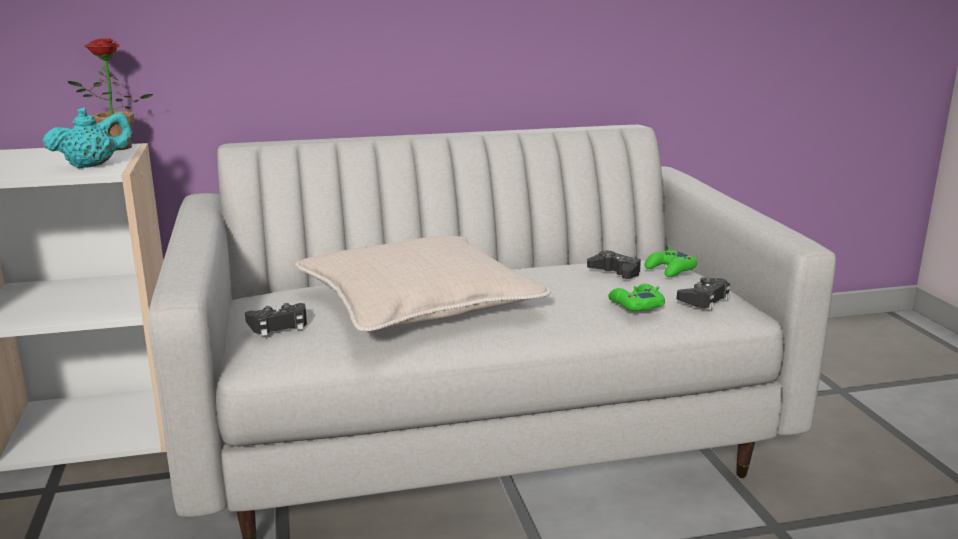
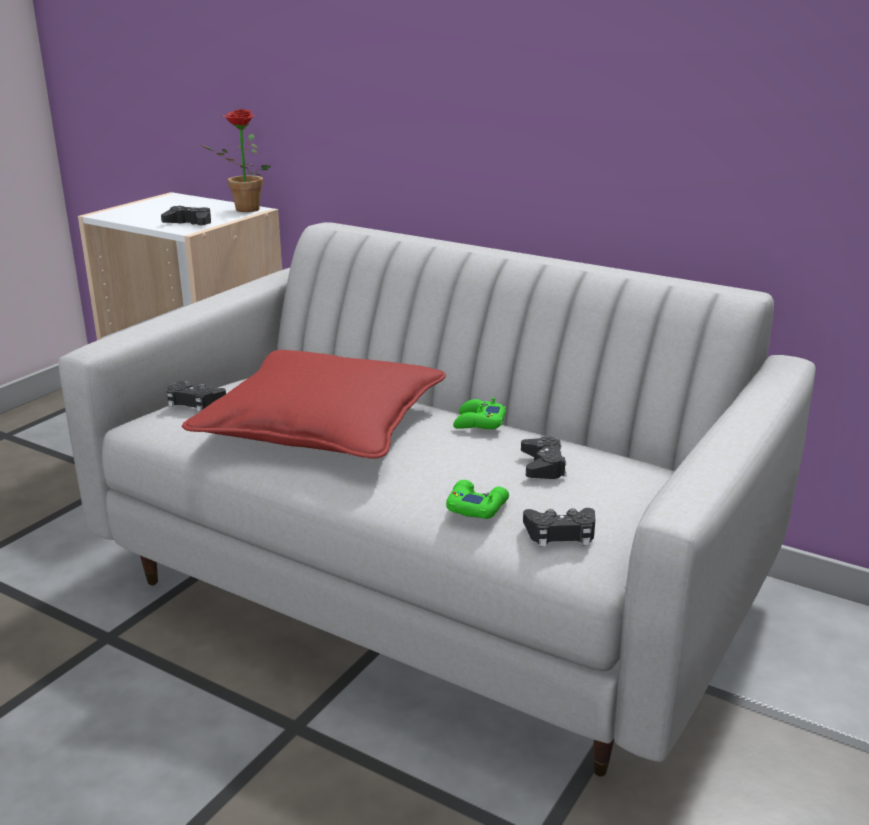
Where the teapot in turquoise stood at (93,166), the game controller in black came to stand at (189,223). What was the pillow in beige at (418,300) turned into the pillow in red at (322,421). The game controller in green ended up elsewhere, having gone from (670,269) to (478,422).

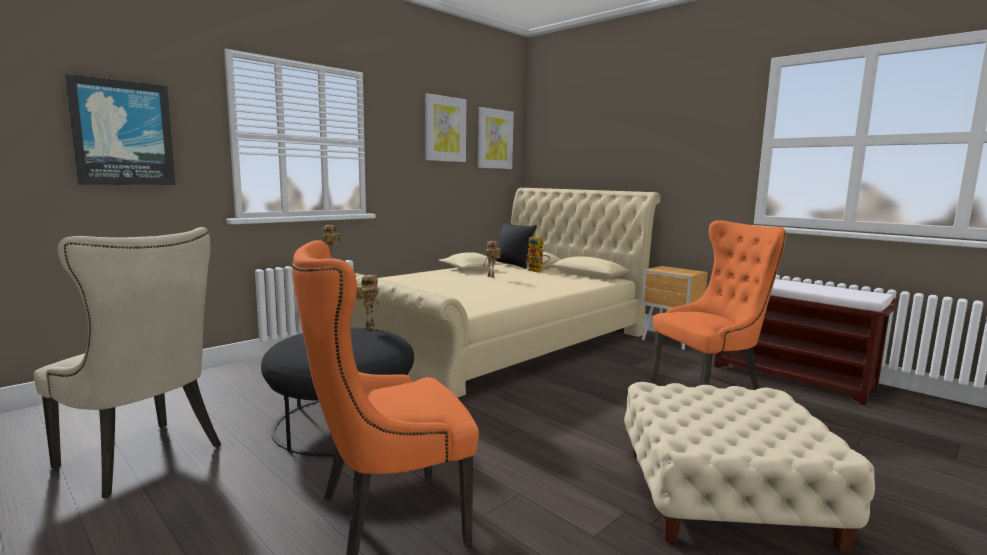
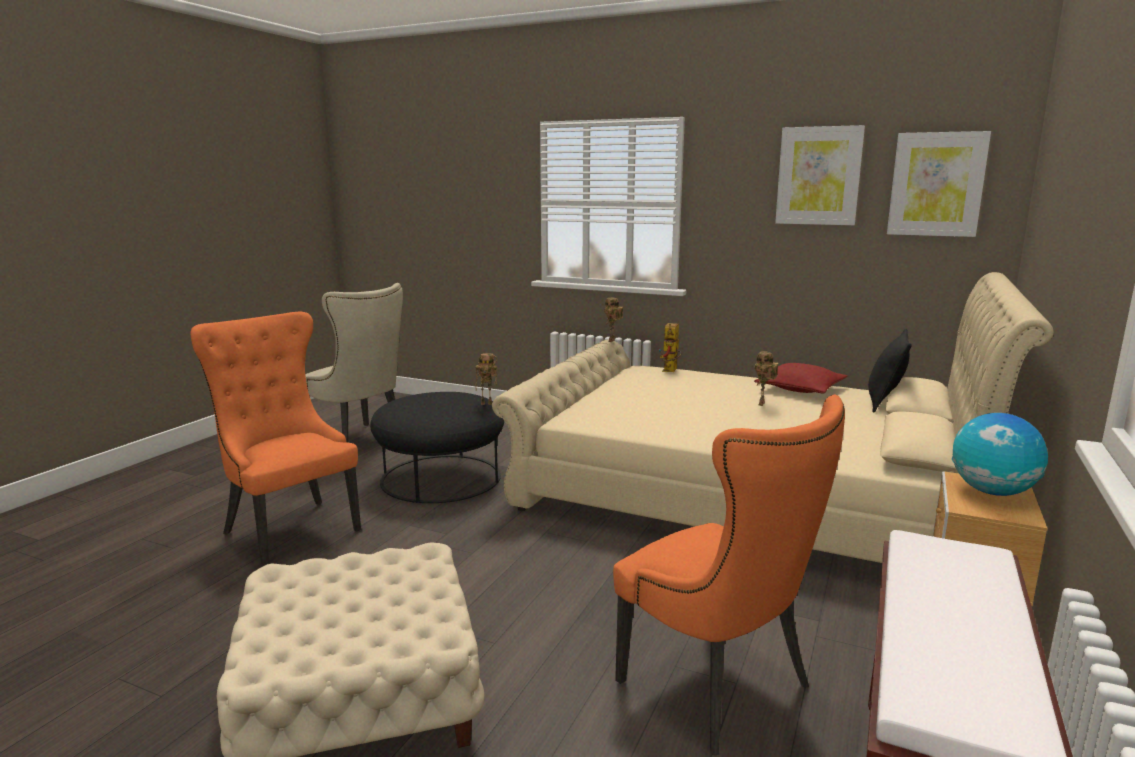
The second view lost the picture at (123,133). The chair in beige at (142,458) ended up facing another way, 60 degrees counterclockwise from before. The toy robot ended up elsewhere, having gone from (538,271) to (670,371). What was the pillow in beige at (470,269) turned into the pillow in red at (800,389). The second view gained the globe at (992,492).

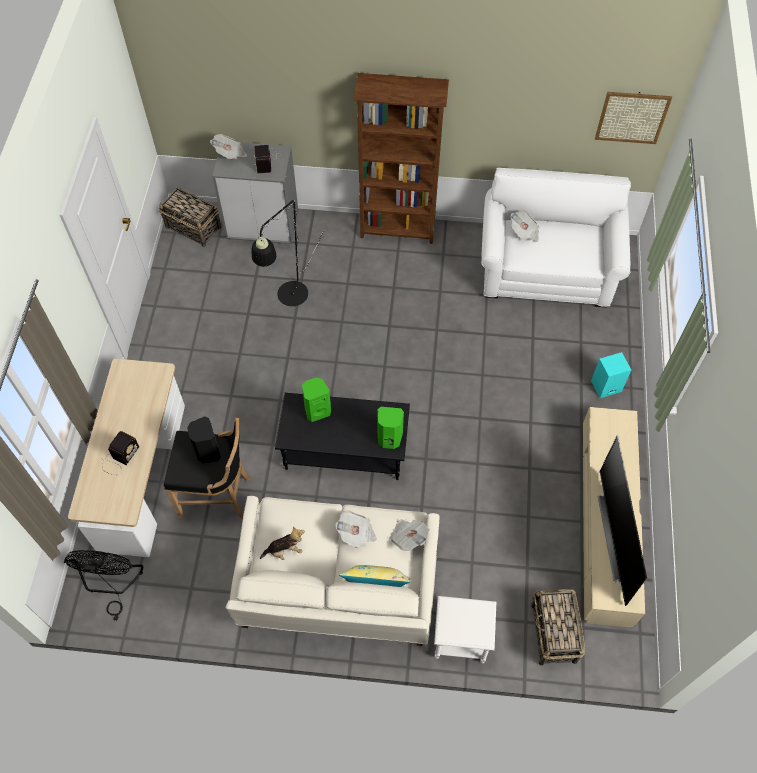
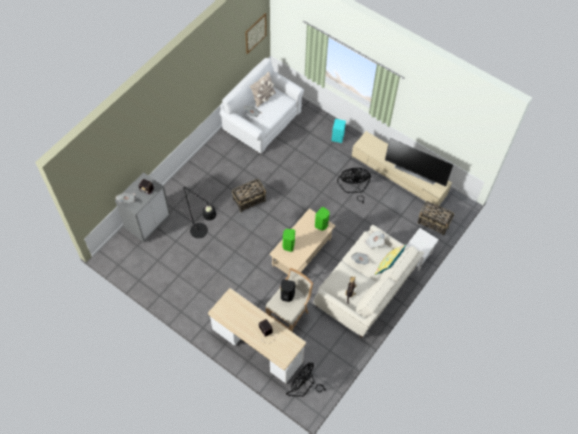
The second view lost the bookcase in brown at (398,230). The basket ended up elsewhere, having gone from (194,227) to (249,200). What was the coffee table in black at (344,452) turned into the coffee table in beige at (302,254). What was the stool in black at (218,495) turned into the stool in beige at (289,317). The second view gained the pillow in beige at (263,98). The second view gained the fan in black at (354,188).

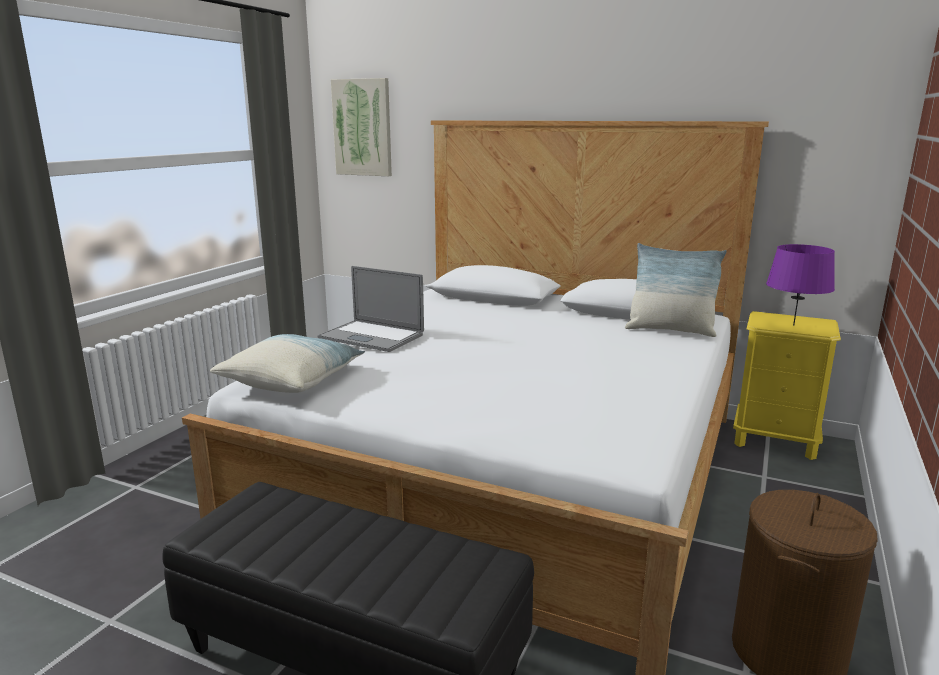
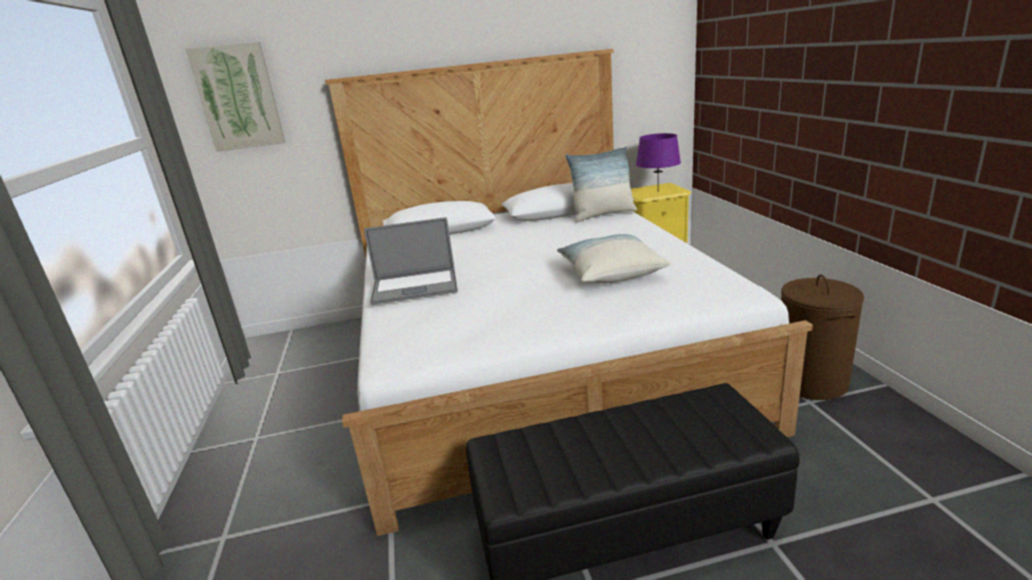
The pillow ended up elsewhere, having gone from (292,380) to (610,273).

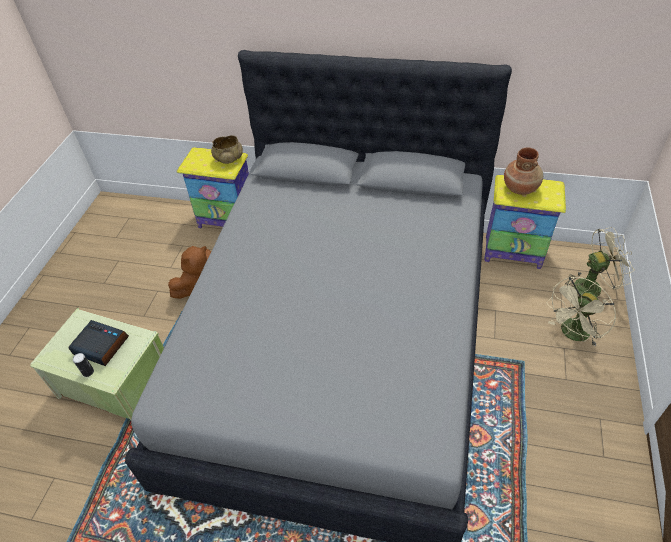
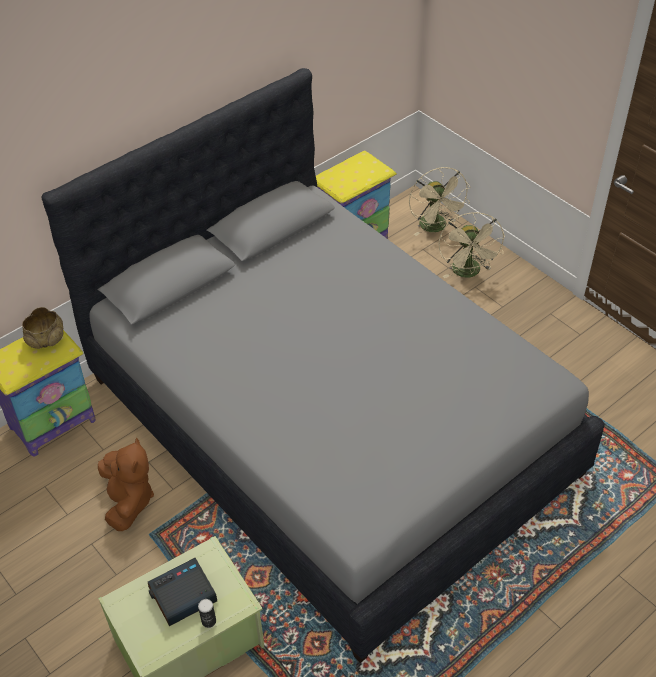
The second view lost the vase in brown at (520,188). The fan in beige at (592,286) ended up facing another way, 135 degrees clockwise from before.

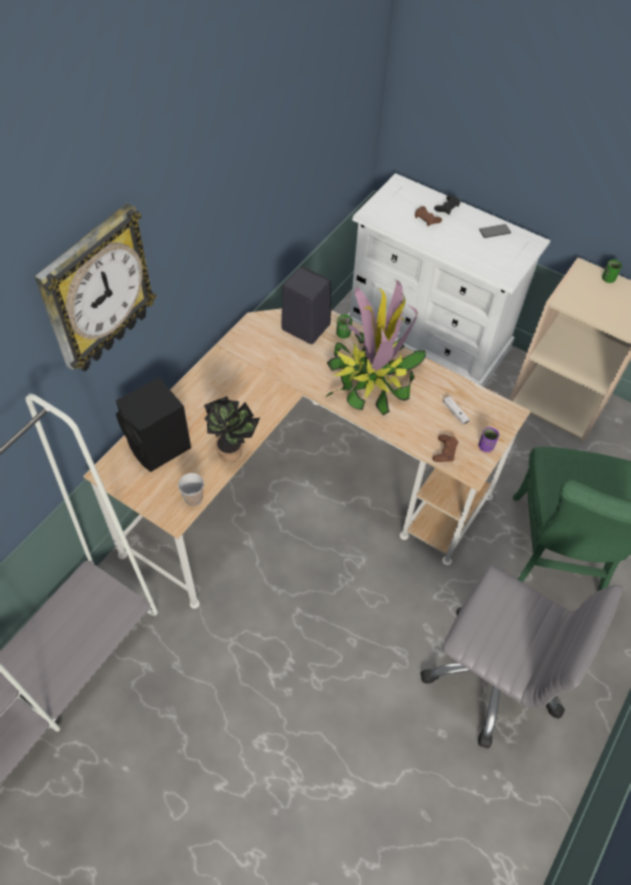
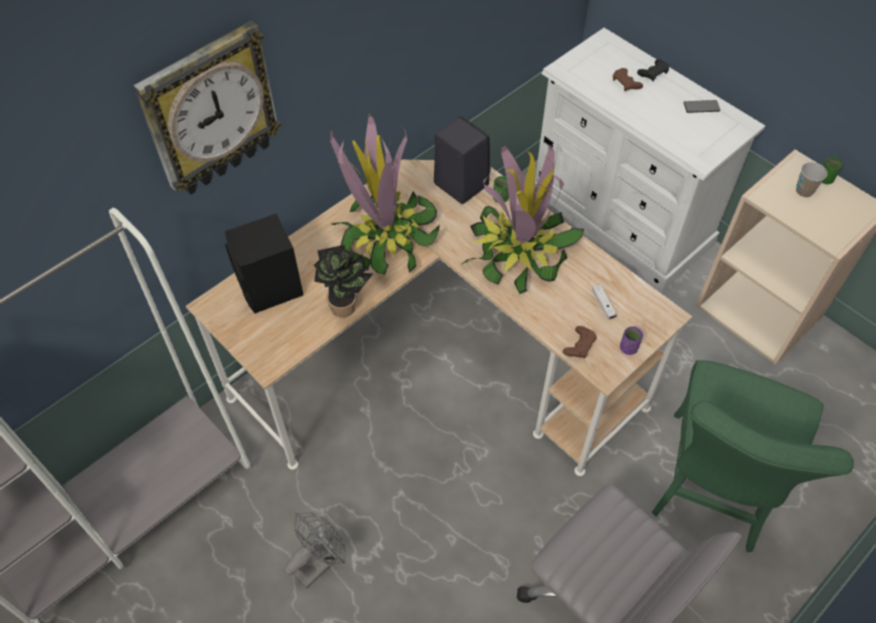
The cup ended up elsewhere, having gone from (193,499) to (804,191). The second view gained the potted plant at (385,236). The second view gained the fan in grey at (319,562).

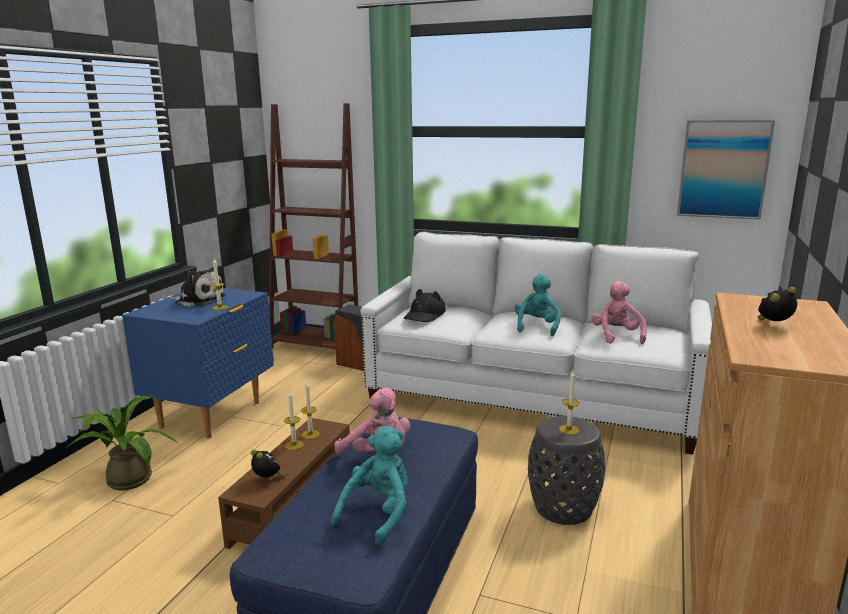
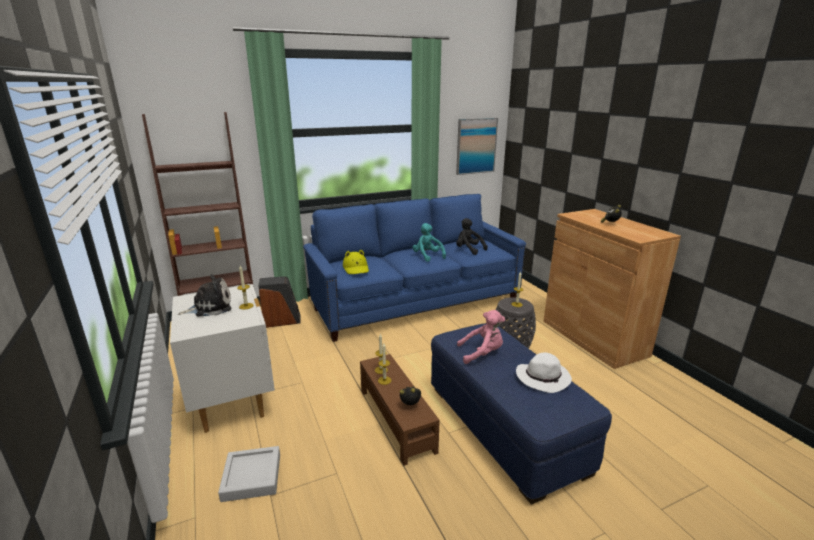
What was the sofa in white at (532,399) turned into the sofa in blue at (415,302). What was the plush toy in pink at (616,336) turned into the plush toy in black at (468,250). What was the nightstand in blue at (212,415) turned into the nightstand in white at (233,401). What was the hat in black at (424,315) turned into the hat in yellow at (356,268). Where the potted plant stood at (126,479), the tray in grey came to stand at (252,477). Where the plush toy in turquoise stood at (379,514), the hat in white came to stand at (543,378).

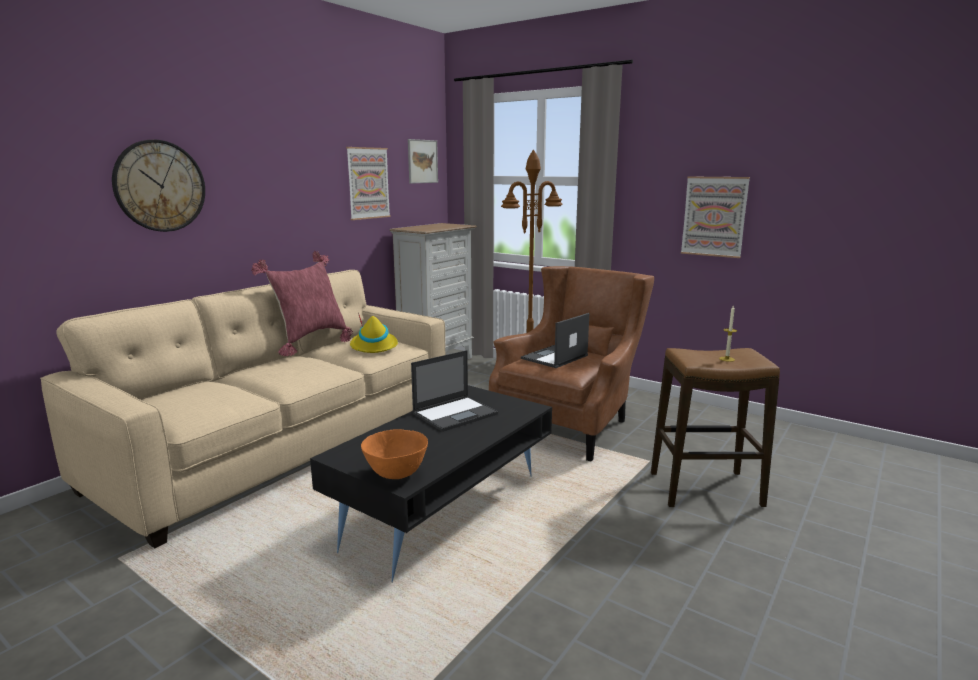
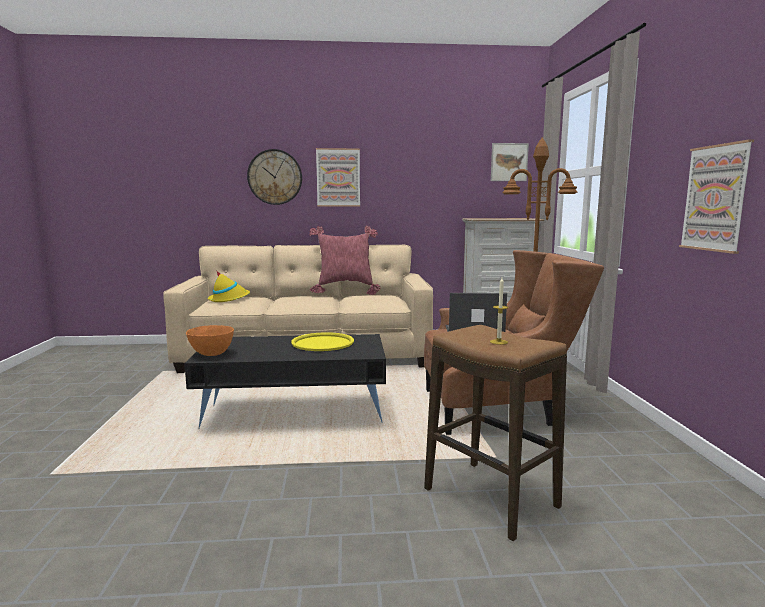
The picture ended up elsewhere, having gone from (368,183) to (338,177). The hat in yellow ended up elsewhere, having gone from (373,346) to (229,299). Where the laptop stood at (455,413), the tray in yellow came to stand at (322,343).

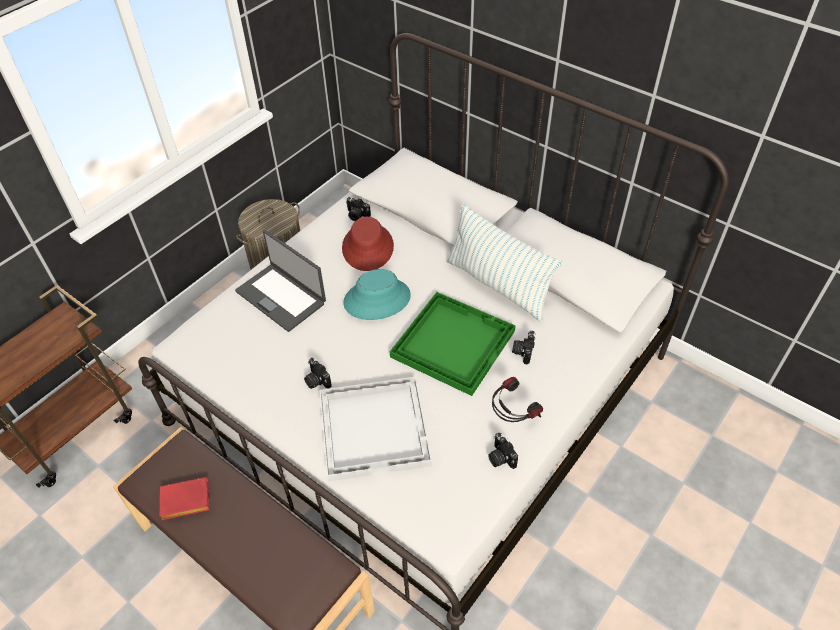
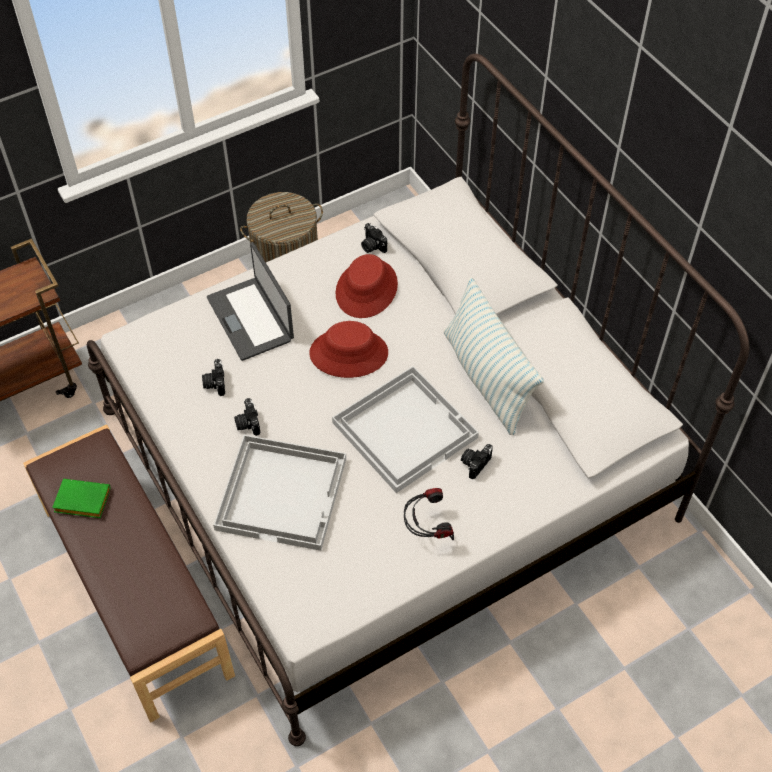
What was the hat in turquoise at (377,299) turned into the hat in red at (349,353). What was the tray in green at (452,343) turned into the tray in white at (405,429). The photo camera ended up elsewhere, having gone from (500,458) to (214,383). What was the book in red at (184,502) turned into the book in green at (81,502).

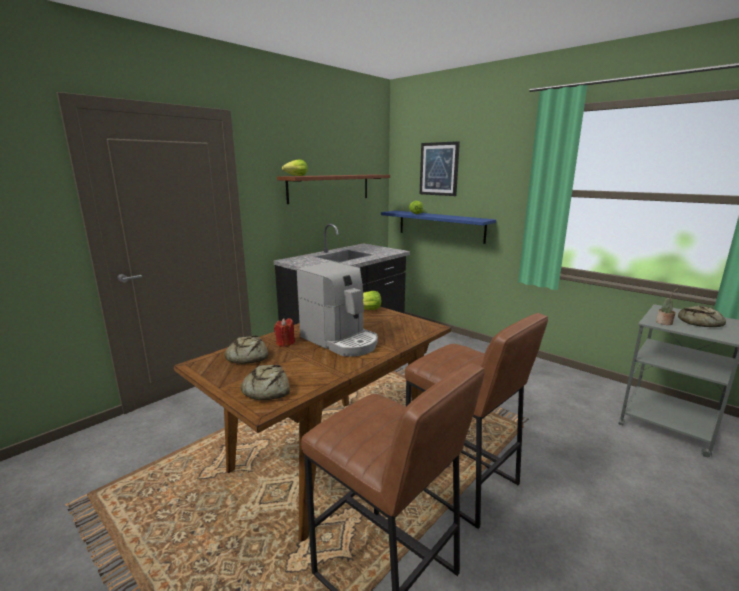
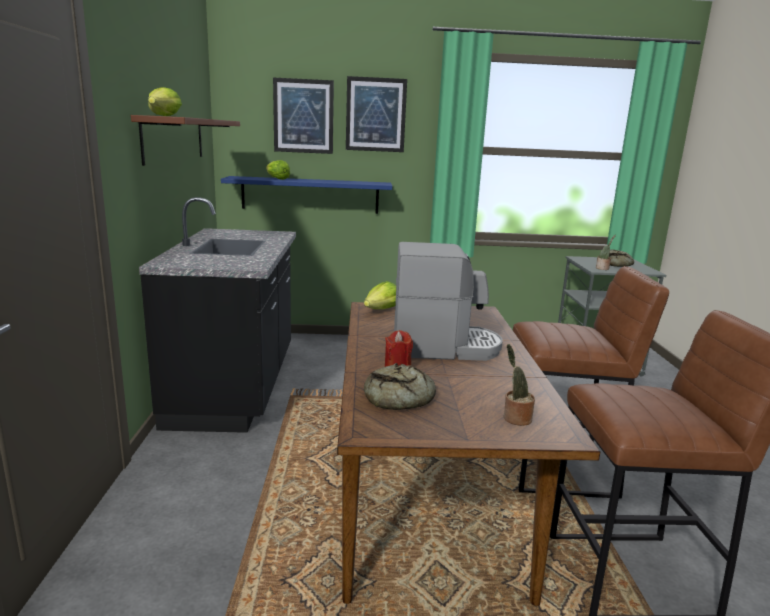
Where the bread stood at (266,389), the potted plant came to stand at (515,418). The second view gained the picture at (375,115).

